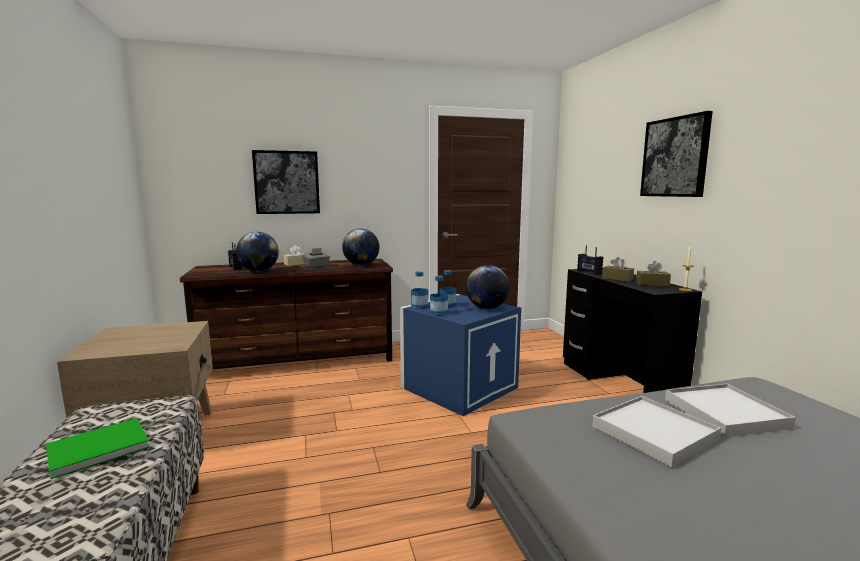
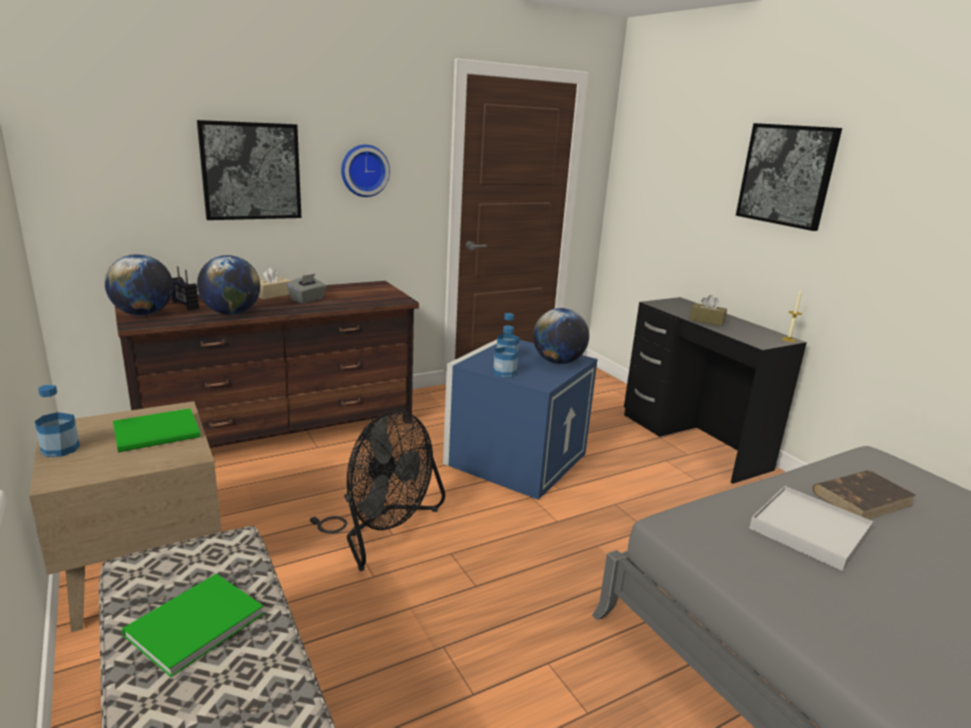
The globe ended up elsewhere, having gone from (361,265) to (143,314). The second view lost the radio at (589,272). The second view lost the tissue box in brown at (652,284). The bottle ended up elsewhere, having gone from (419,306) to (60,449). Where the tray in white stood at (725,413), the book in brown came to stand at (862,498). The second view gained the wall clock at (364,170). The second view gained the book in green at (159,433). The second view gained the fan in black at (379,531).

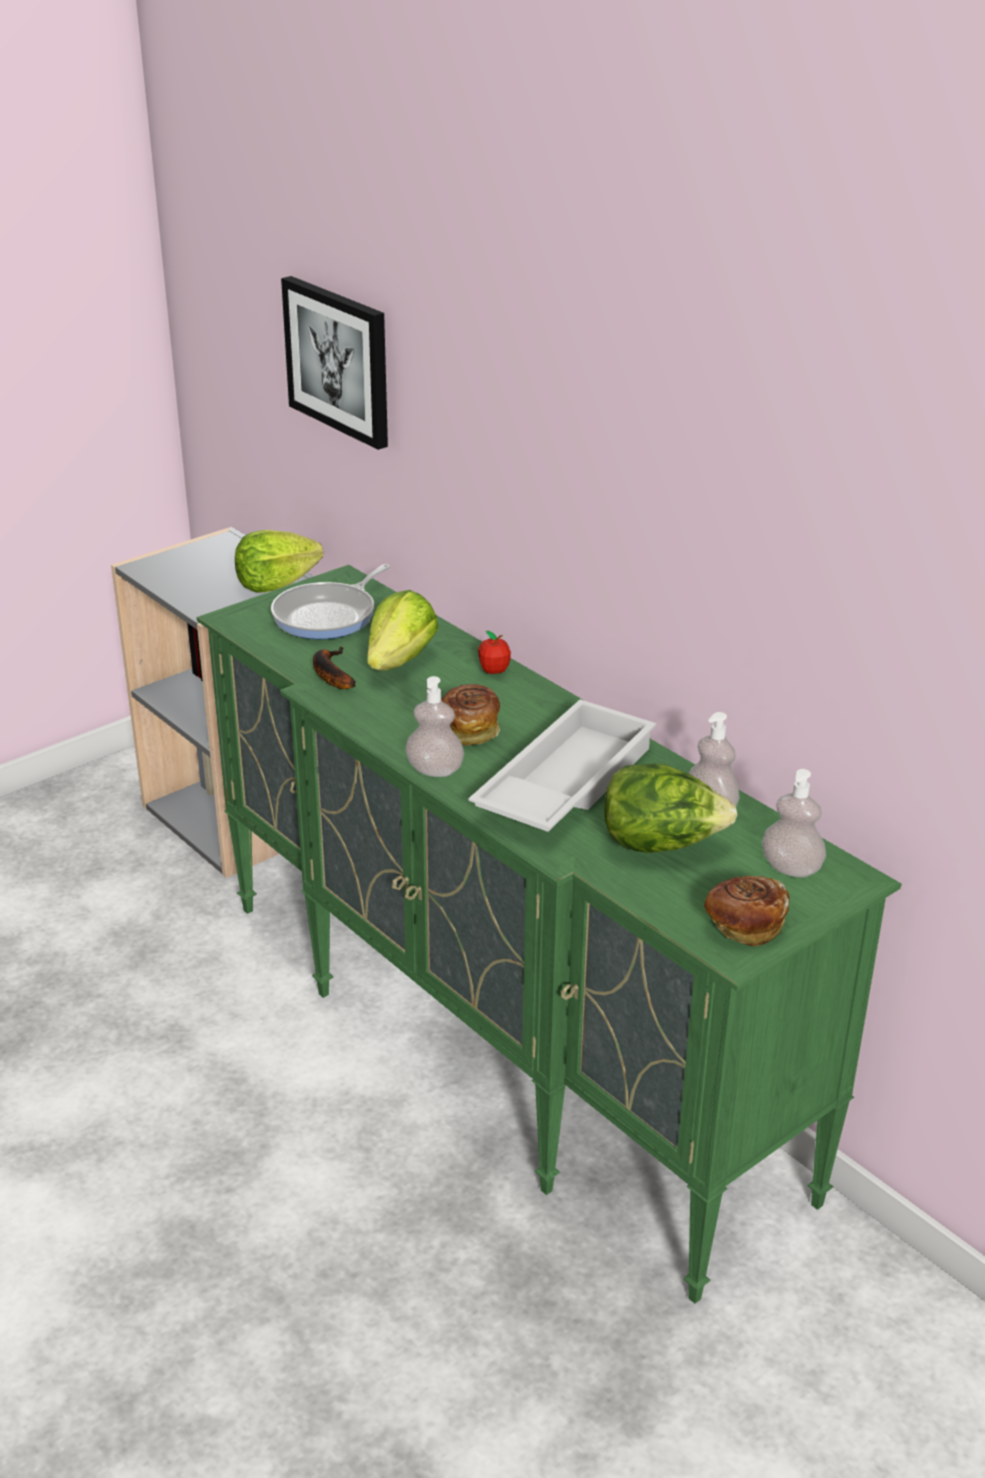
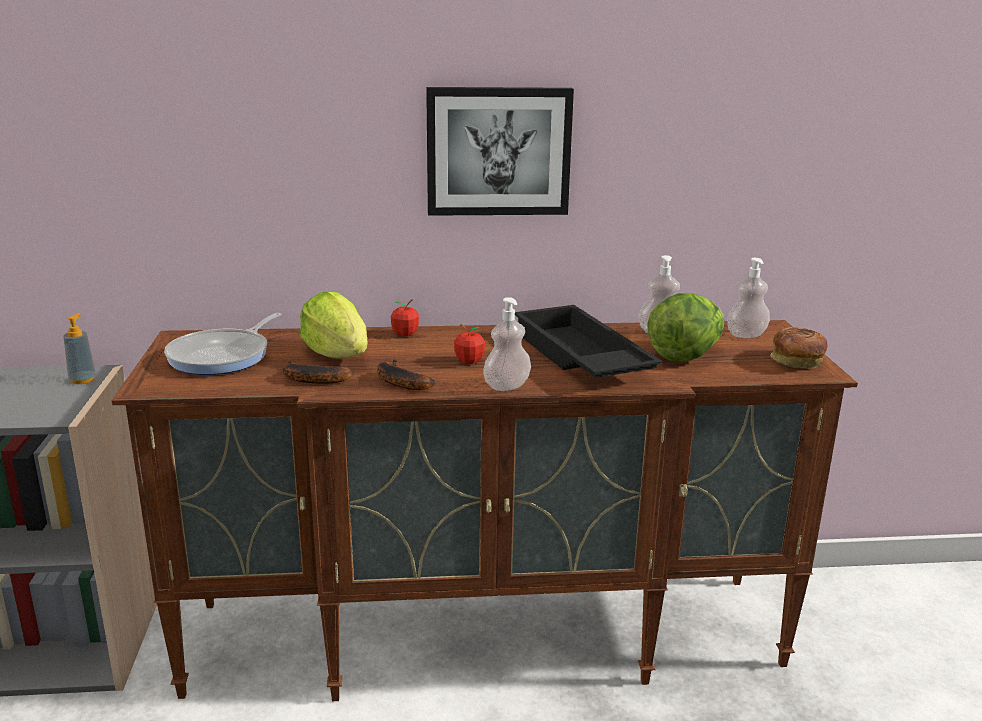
The picture ended up elsewhere, having gone from (339,360) to (498,151). Where the lettuce stood at (276,584), the soap dispenser came to stand at (83,380). The frying pan at (329,615) ended up facing another way, 45 degrees clockwise from before. What was the cabinet in green at (498,1045) turned into the cabinet in brown at (486,637). Where the bread stood at (470,729), the apple came to stand at (469,361). What was the tray in white at (563,782) turned into the tray in black at (578,357). The second view gained the banana at (398,381).

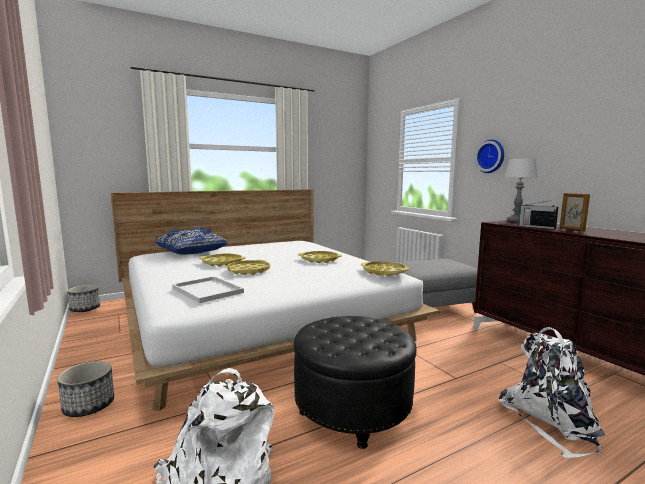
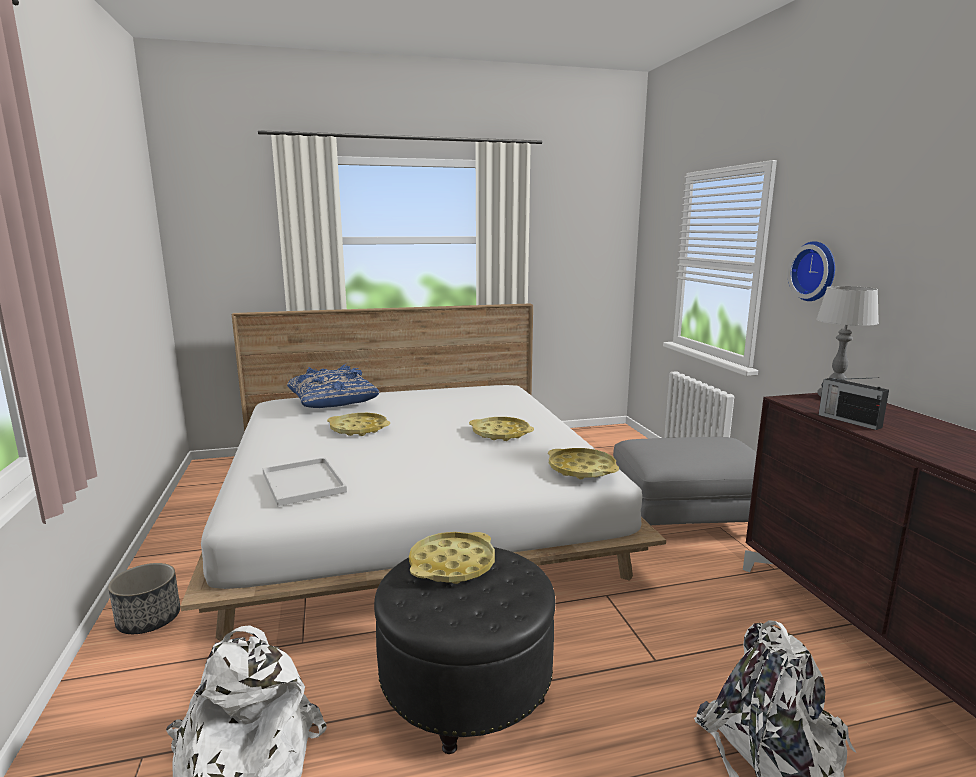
The second view lost the picture frame at (571,230). The tray in yellow ended up elsewhere, having gone from (249,271) to (452,564). The second view lost the planter at (85,309).

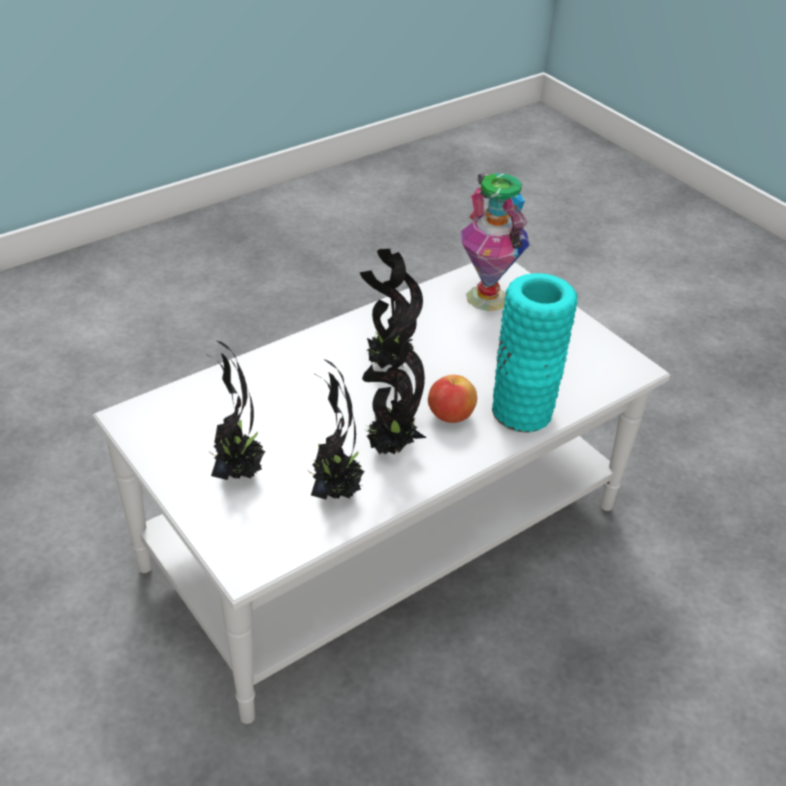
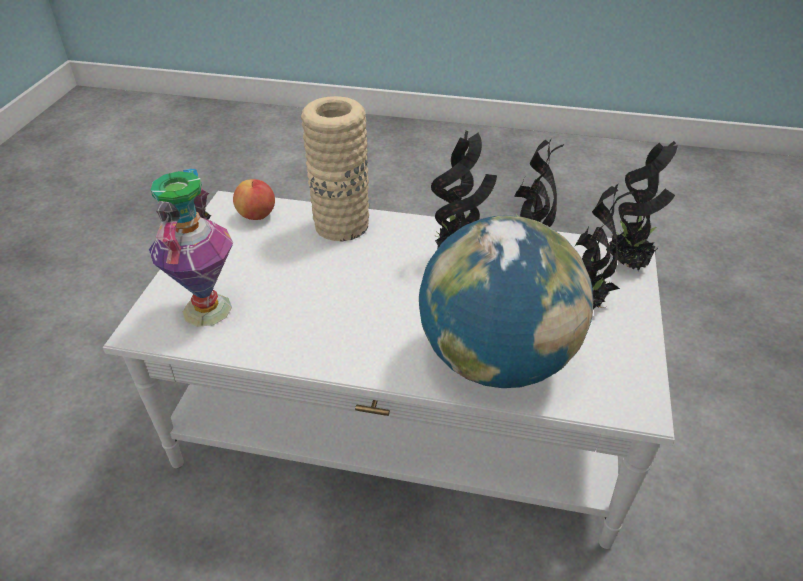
The potted plant ended up elsewhere, having gone from (387,365) to (628,264). What was the vase in turquoise at (522,410) turned into the vase in beige at (341,225). The apple ended up elsewhere, having gone from (450,416) to (257,215). The second view gained the globe at (497,360).

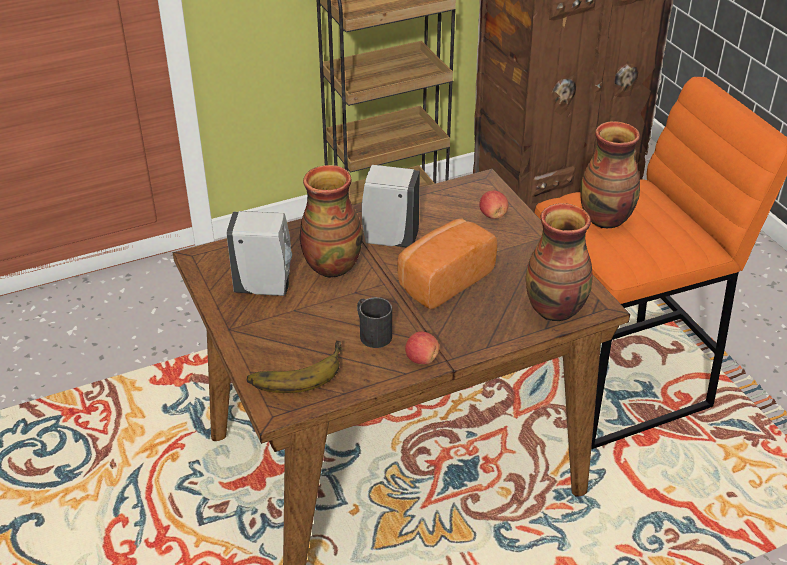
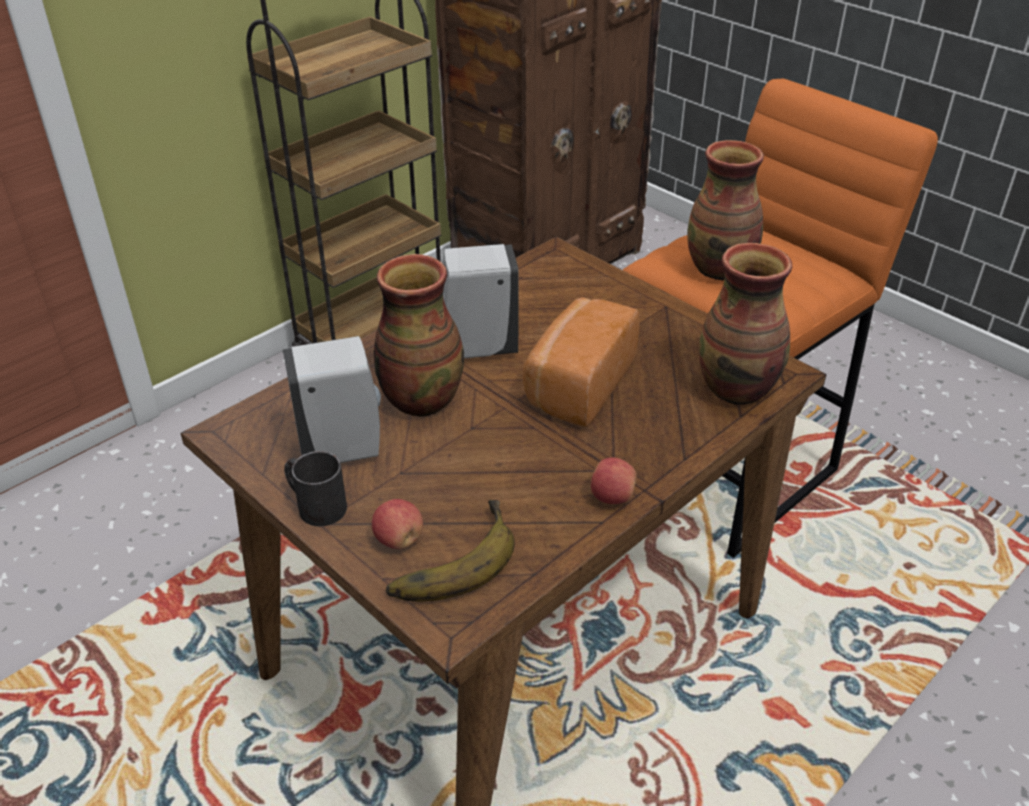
The apple ended up elsewhere, having gone from (493,215) to (399,540). The mug in black ended up elsewhere, having gone from (371,333) to (315,504).

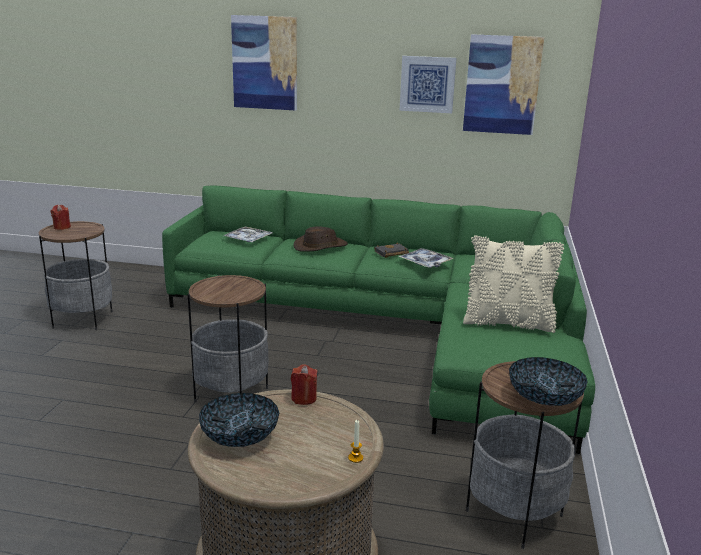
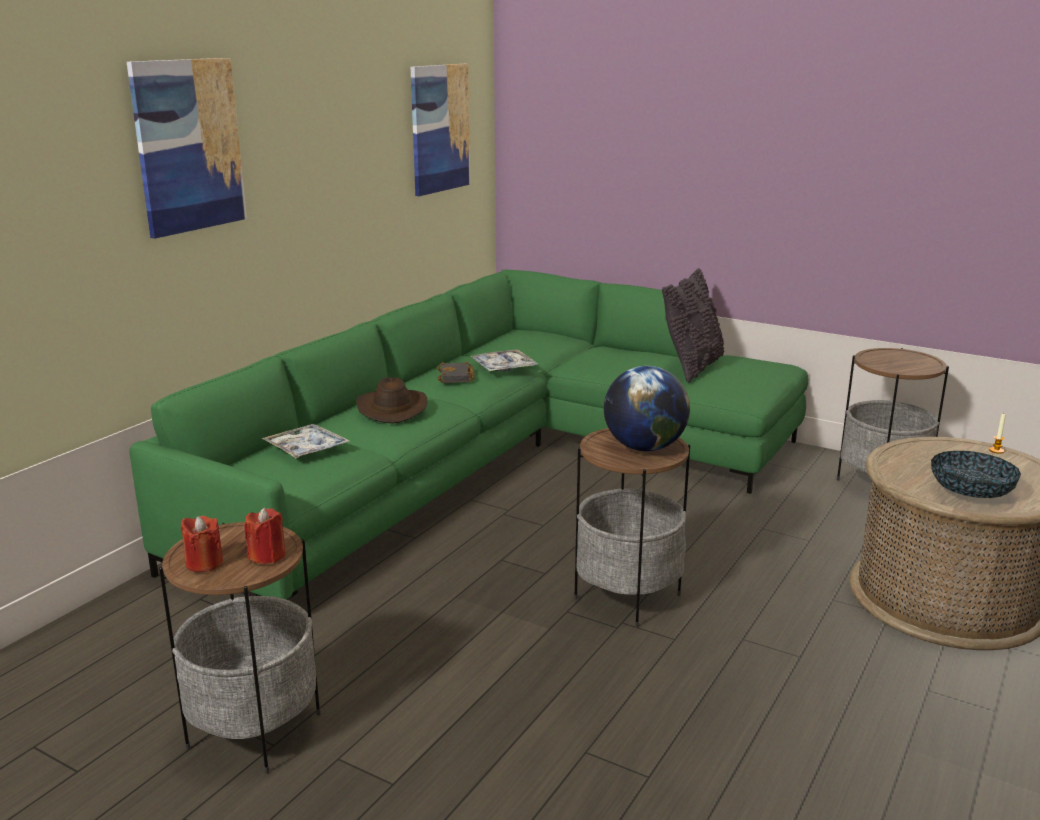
The second view lost the picture at (427,84). What was the pillow in beige at (508,323) turned into the pillow in black at (692,366). The second view lost the bowl at (544,398). The candle in red ended up elsewhere, having gone from (304,398) to (267,555). The second view gained the globe at (644,447).

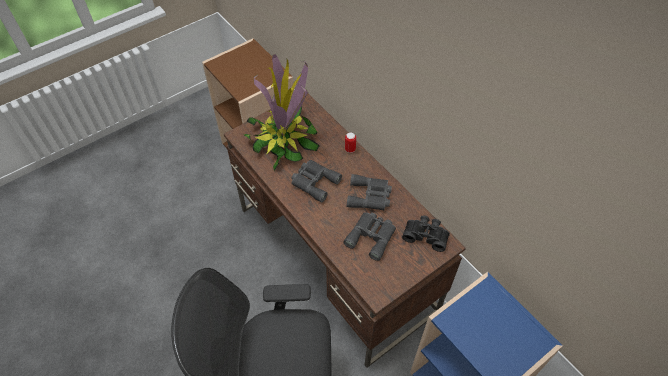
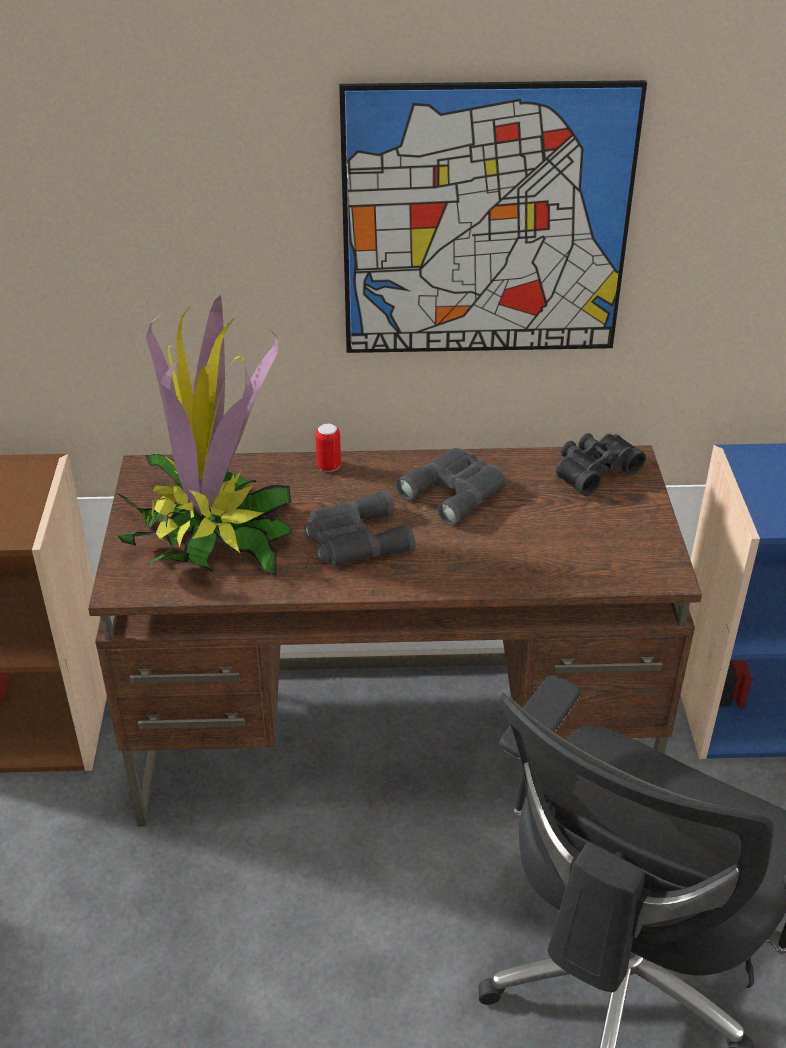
The second view lost the binoculars in grey at (372,236). The second view gained the picture at (485,224).

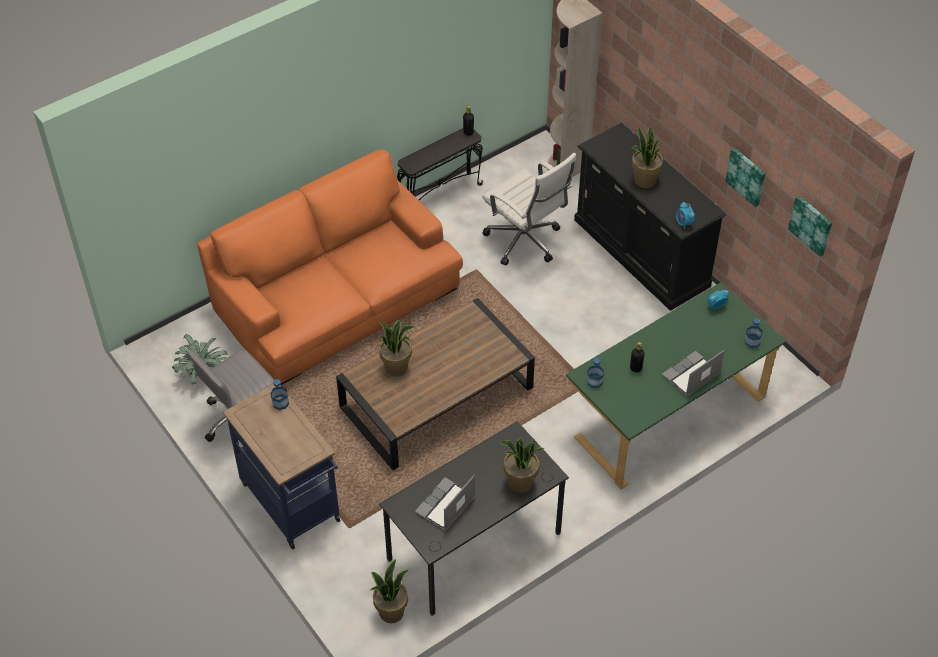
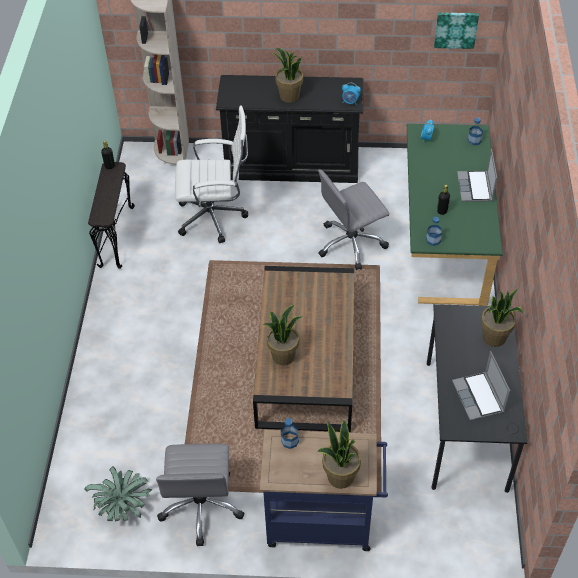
The second view lost the picture at (746,176). The second view lost the sofa in orange at (336,298). The potted plant ended up elsewhere, having gone from (391,612) to (340,477). The second view gained the office chair in grey at (351,244).

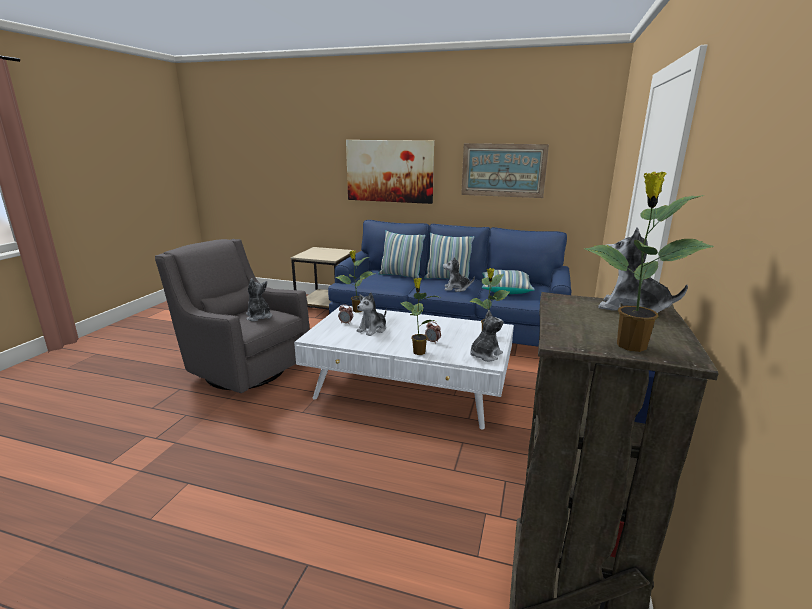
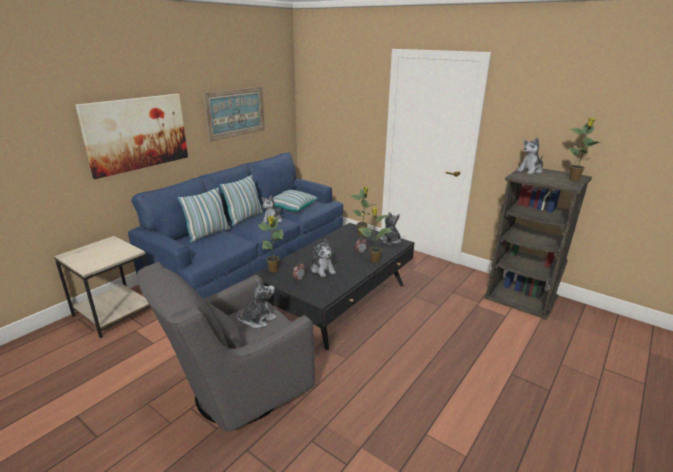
The plush toy at (259,317) ended up facing another way, 150 degrees clockwise from before. What was the coffee table in white at (408,388) turned into the coffee table in black at (338,300).

